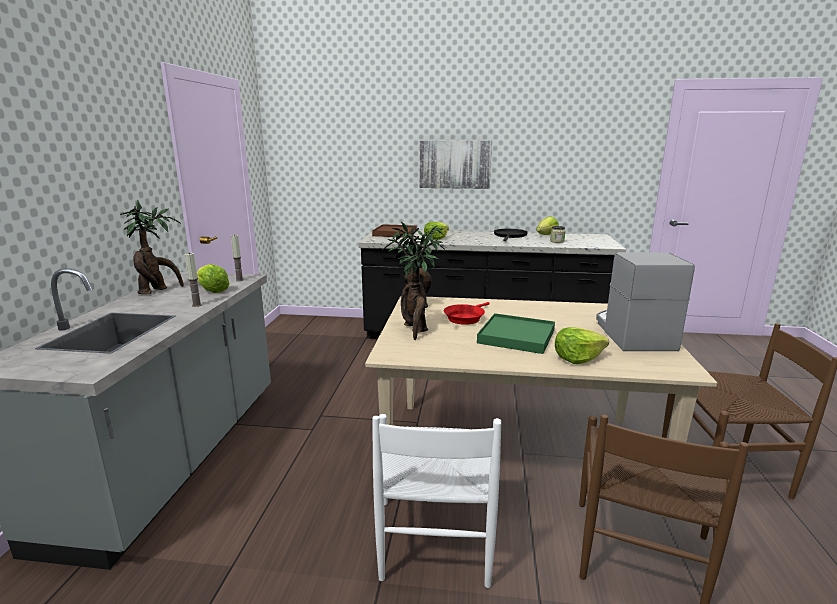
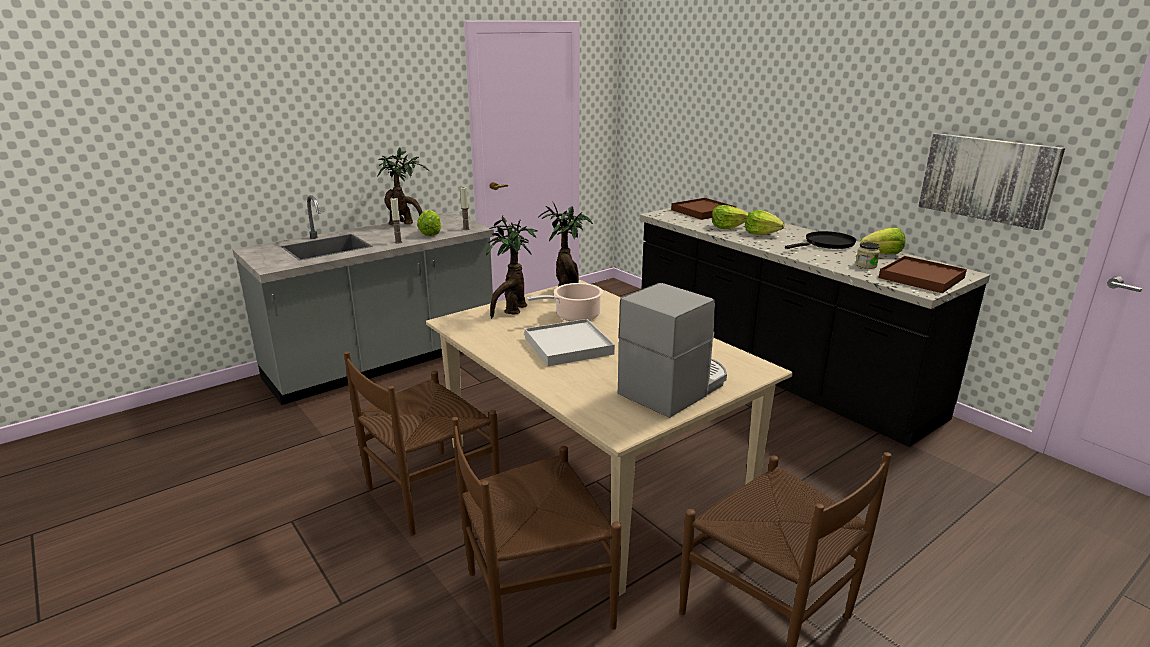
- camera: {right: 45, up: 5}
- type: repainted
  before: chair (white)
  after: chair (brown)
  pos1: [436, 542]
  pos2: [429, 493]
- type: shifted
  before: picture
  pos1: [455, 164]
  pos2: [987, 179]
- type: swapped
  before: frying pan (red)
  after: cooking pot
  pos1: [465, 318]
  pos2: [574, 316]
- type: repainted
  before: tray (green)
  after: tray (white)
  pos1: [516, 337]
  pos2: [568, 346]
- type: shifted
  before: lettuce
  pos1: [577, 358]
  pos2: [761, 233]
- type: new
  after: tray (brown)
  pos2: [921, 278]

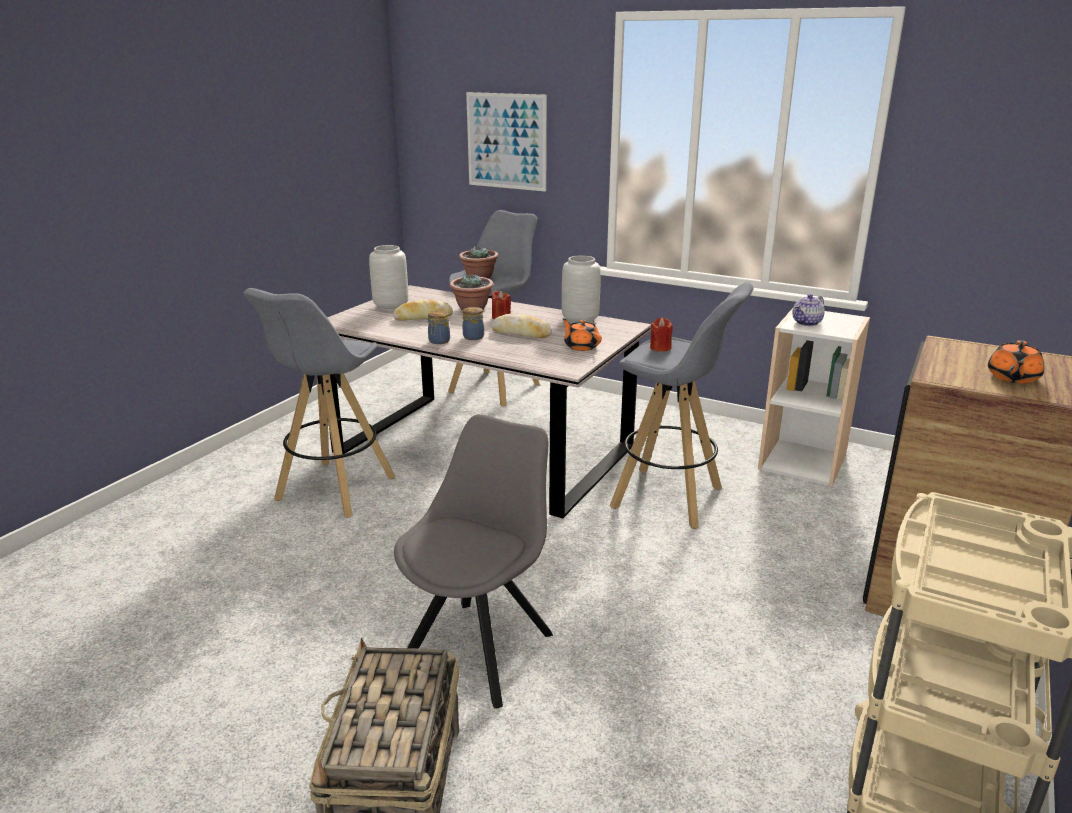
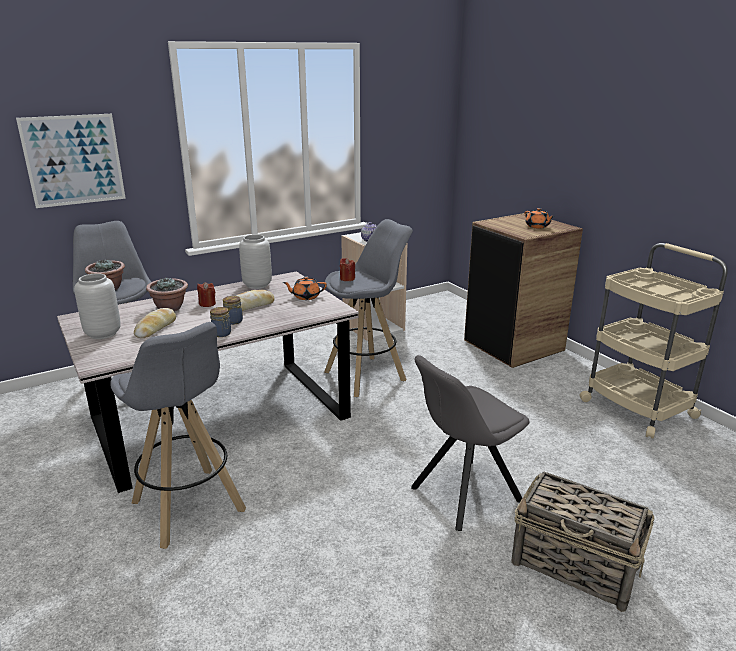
- camera: {right: -60, up: 0}
- type: rotated
  before: chair (grey)
  pos1: [479, 650]
  pos2: [464, 494]
  turn: -90

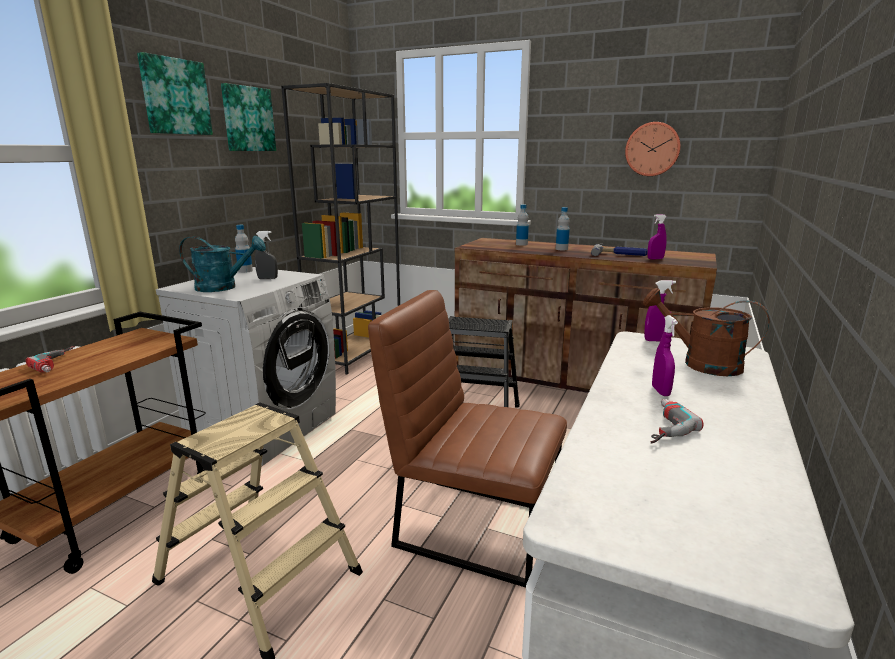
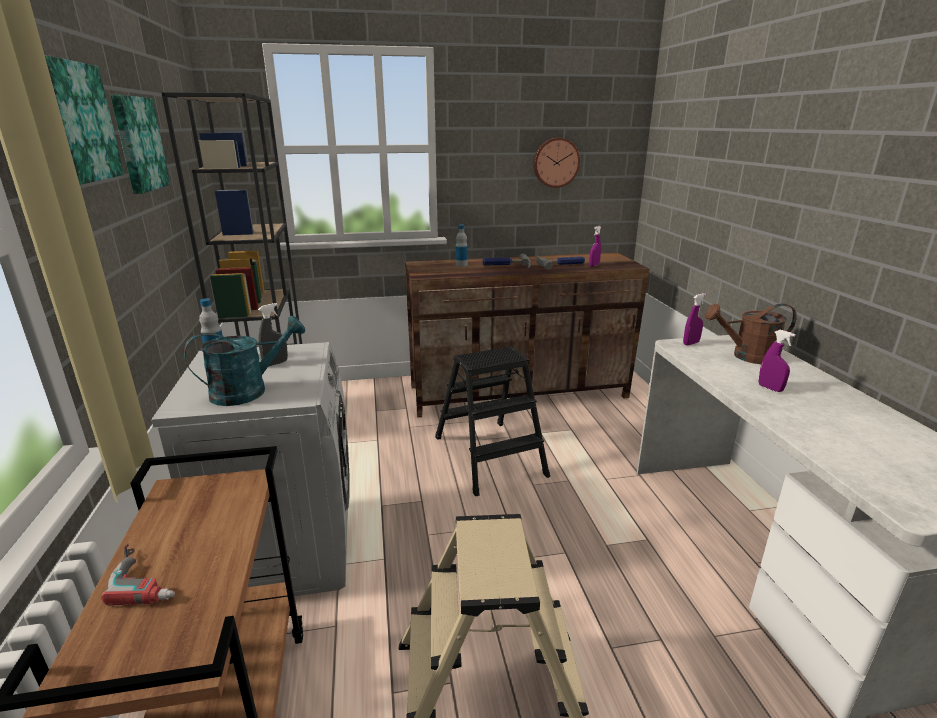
- camera: {right: -35, up: 5}
- type: gone
  before: chair (brown)
  pos1: [473, 526]
- type: swapped
  before: bottle
  after: hammer
  pos1: [561, 249]
  pos2: [506, 265]
- type: gone
  before: power drill
  pos1: [658, 426]

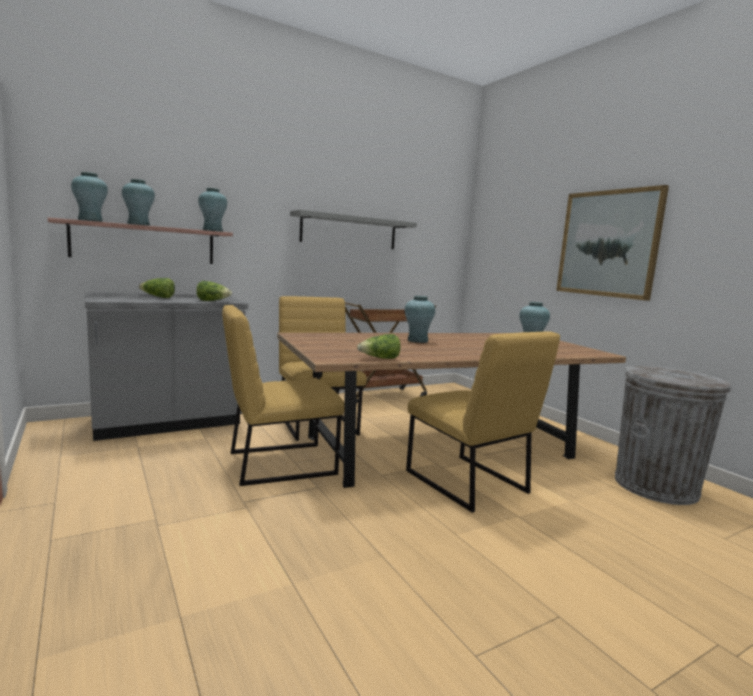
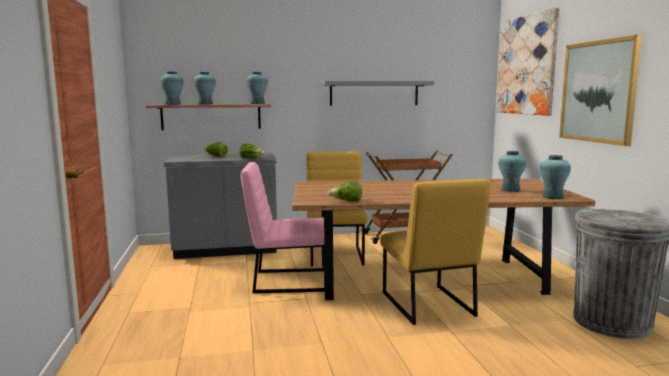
- camera: {right: 20, up: 0}
- type: repainted
  before: chair (yellow)
  after: chair (pink)
  pos1: [278, 463]
  pos2: [288, 281]
- type: shifted
  before: vase (turquoise)
  pos1: [417, 341]
  pos2: [553, 197]
- type: new
  after: picture
  pos2: [526, 65]

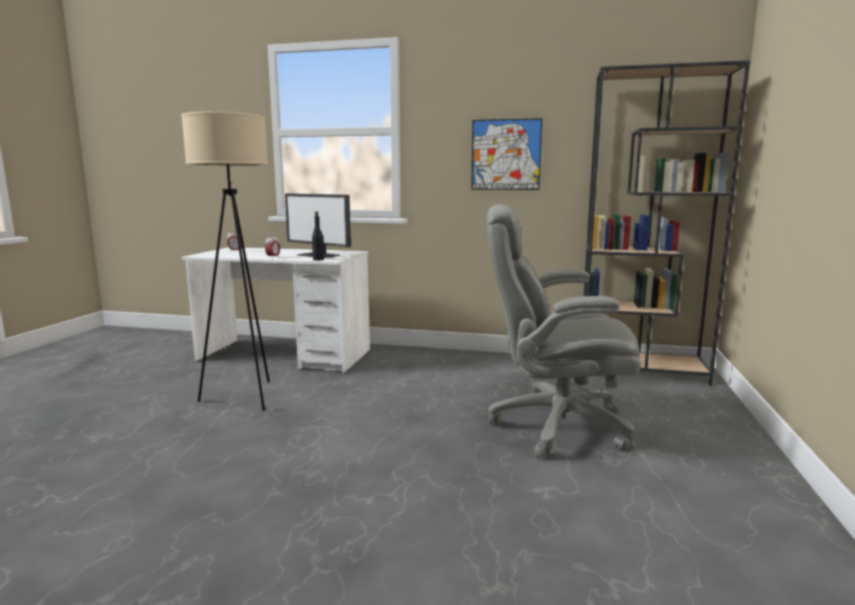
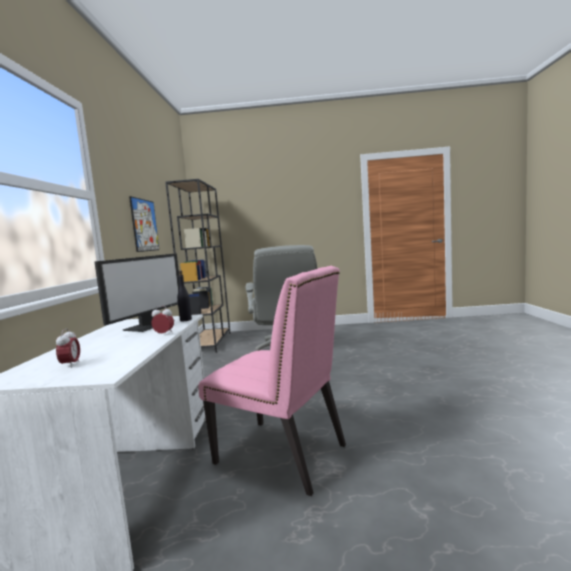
- camera: {right: -100, up: -5}
- type: swapped
  before: floor lamp (beige)
  after: chair (pink)
  pos1: [245, 397]
  pos2: [279, 454]

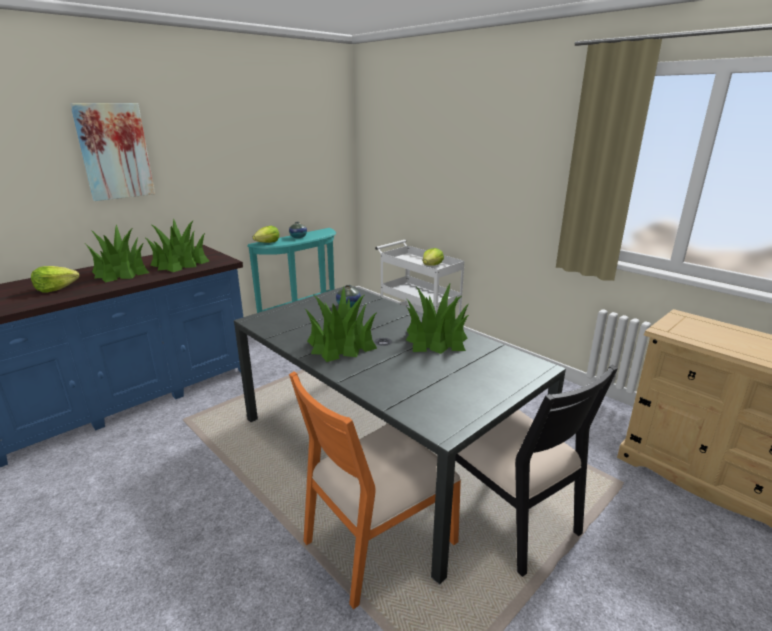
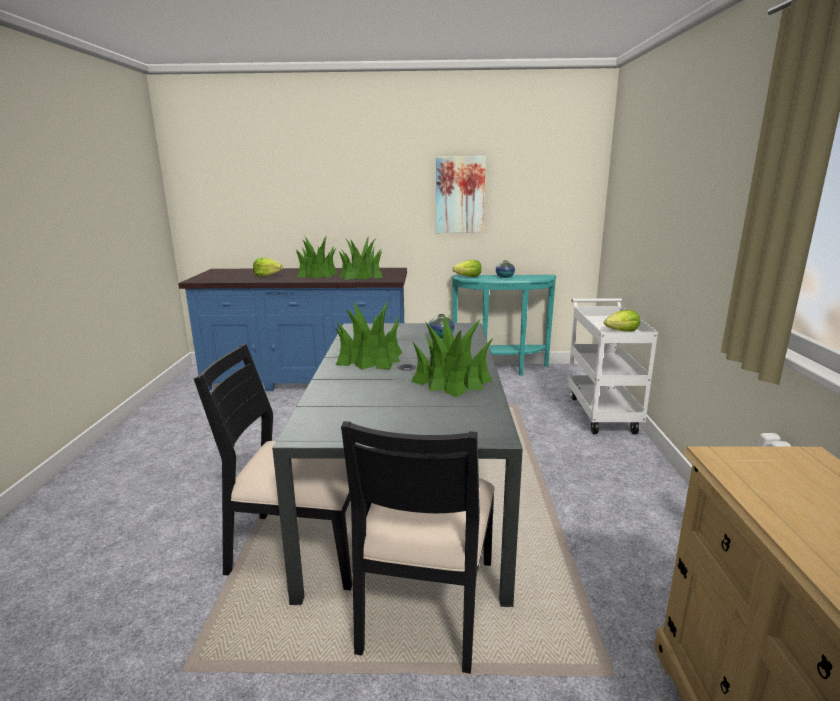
- camera: {right: 45, up: -5}
- type: shifted
  before: picture
  pos1: [114, 151]
  pos2: [460, 195]
- type: repainted
  before: chair (orange)
  after: chair (black)
  pos1: [377, 541]
  pos2: [301, 547]

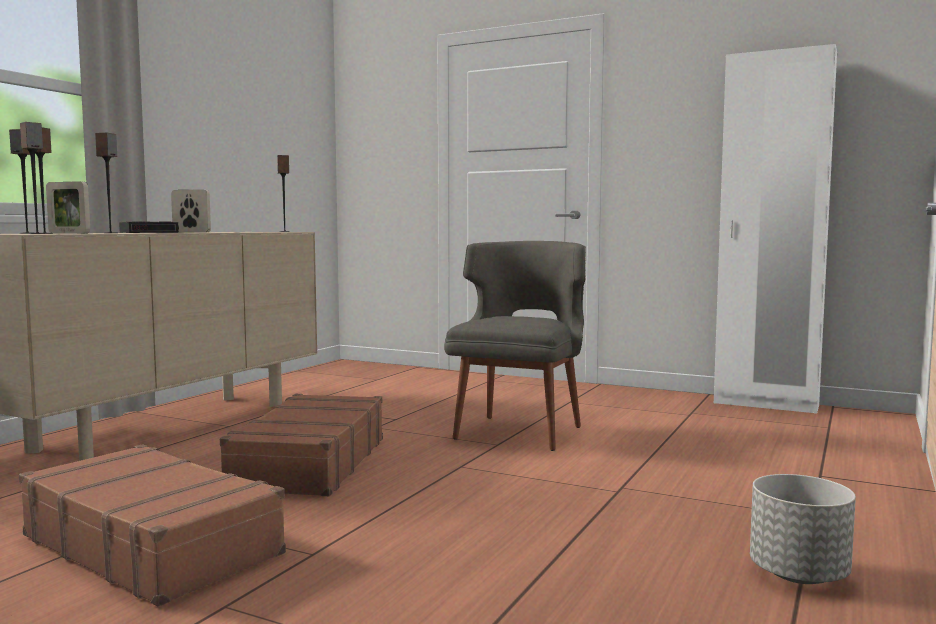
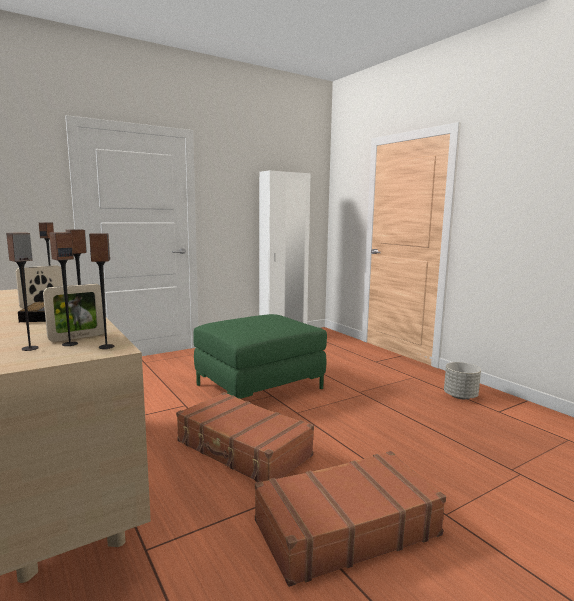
- camera: {right: -60, up: 5}
- type: swapped
  before: chair (grey)
  after: ottoman (green)
  pos1: [518, 433]
  pos2: [259, 386]

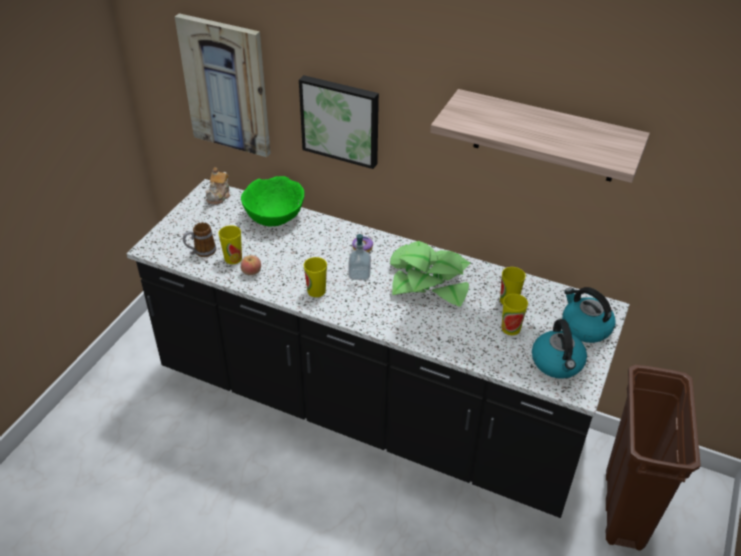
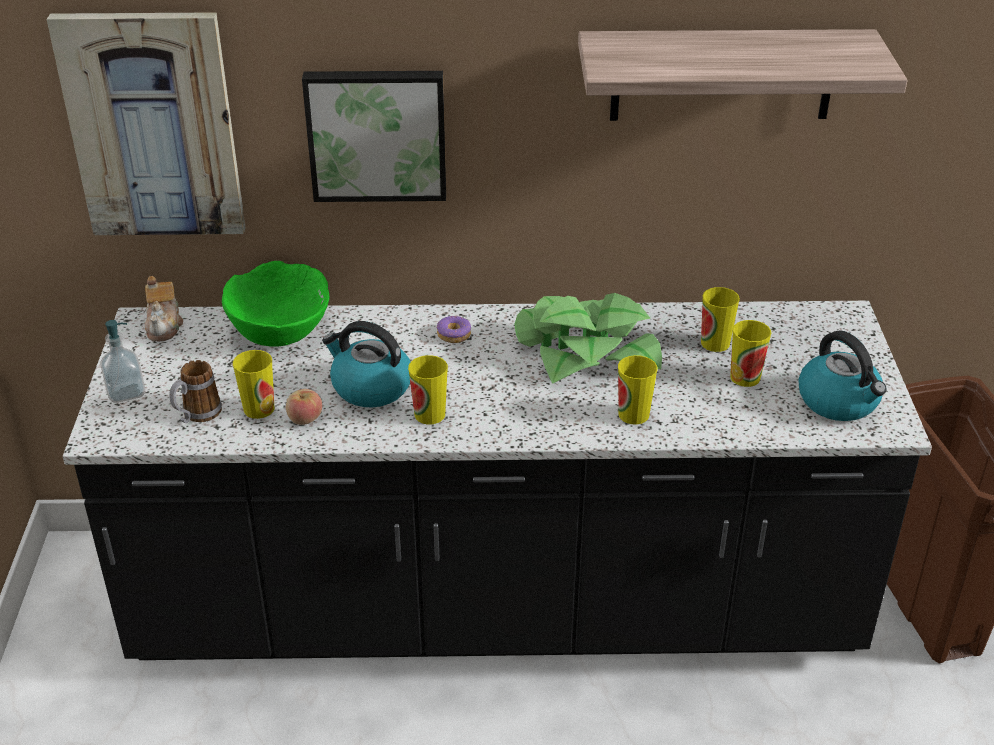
- camera: {right: -25, up: -5}
- type: shifted
  before: soap dispenser
  pos1: [359, 274]
  pos2: [126, 392]
- type: shifted
  before: kettle
  pos1: [585, 327]
  pos2: [370, 387]
- type: new
  after: cup
  pos2: [633, 414]

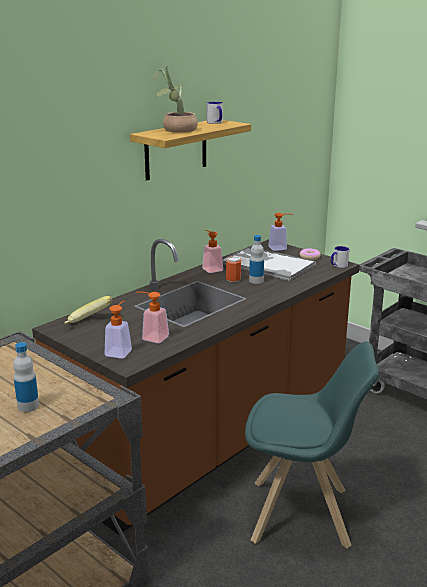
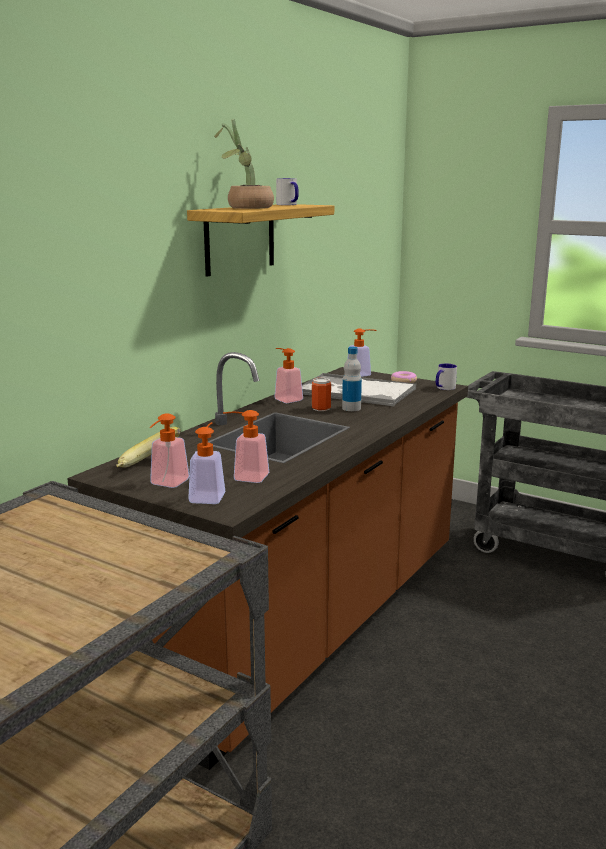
- camera: {right: -10, up: -5}
- type: gone
  before: bottle
  pos1: [28, 406]
- type: gone
  before: chair (turquoise)
  pos1: [301, 514]
- type: new
  after: soap dispenser
  pos2: [166, 484]

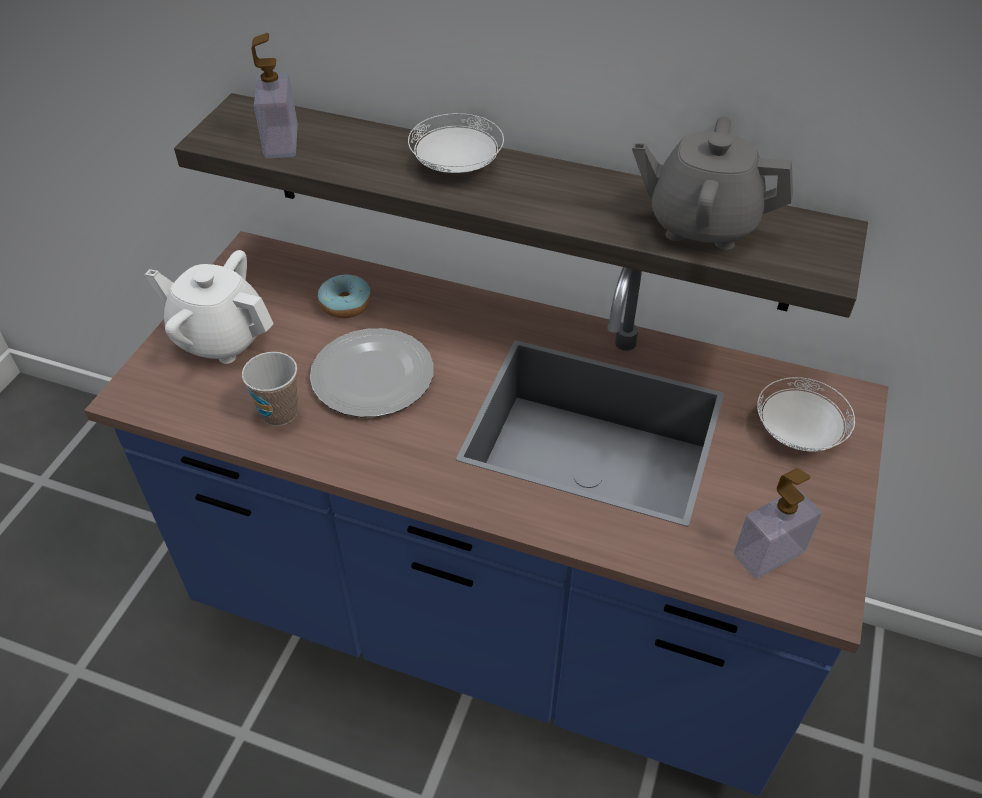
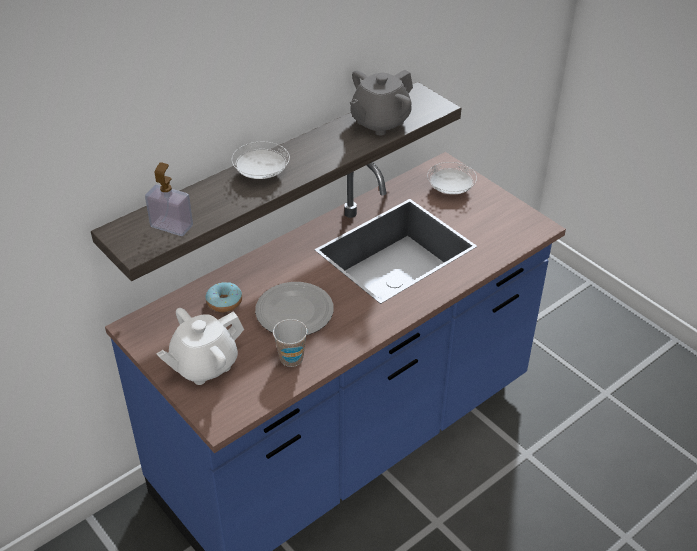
- camera: {right: -60, up: -5}
- type: gone
  before: soap dispenser
  pos1: [768, 553]

